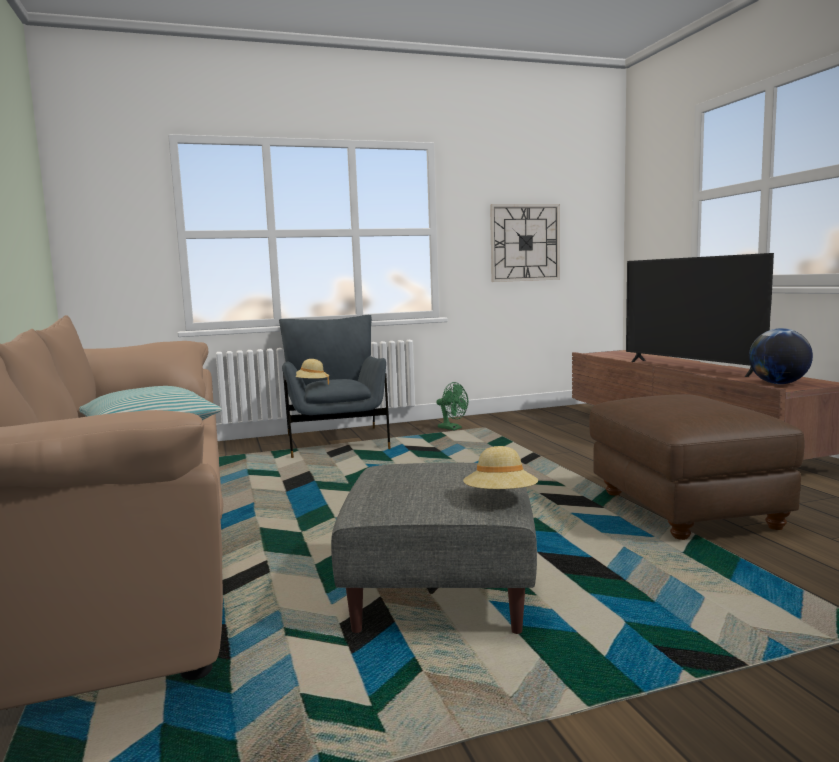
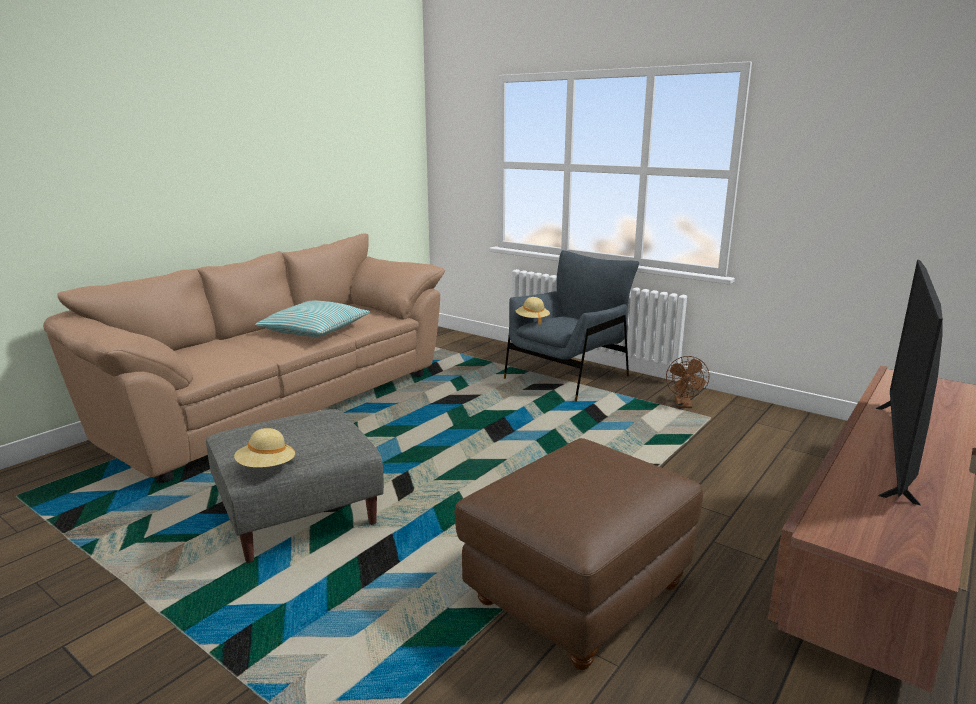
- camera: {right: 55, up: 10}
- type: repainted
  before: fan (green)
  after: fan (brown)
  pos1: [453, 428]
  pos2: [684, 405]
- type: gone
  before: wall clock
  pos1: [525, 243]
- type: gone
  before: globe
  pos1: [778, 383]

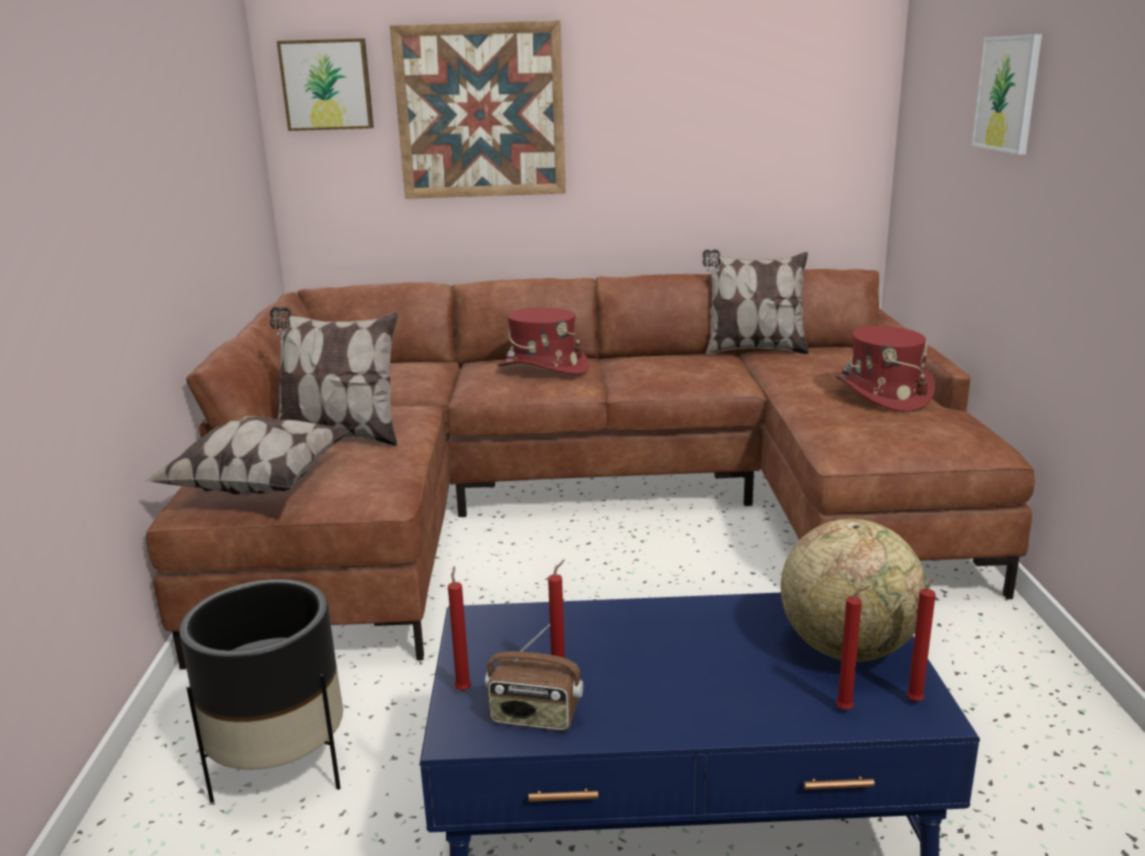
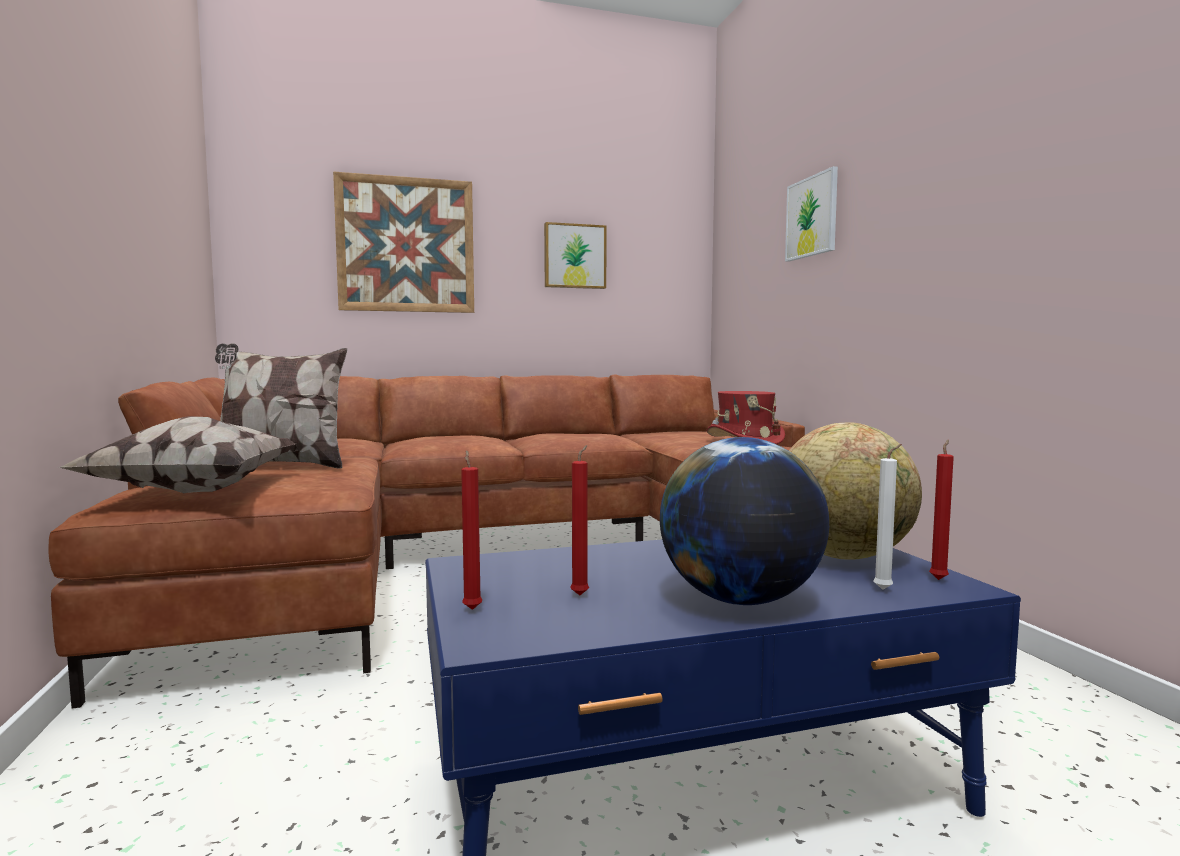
- camera: {right: -15, up: -15}
- type: gone
  before: planter (black)
  pos1: [282, 770]
- type: shifted
  before: picture
  pos1: [327, 85]
  pos2: [574, 256]
- type: gone
  before: radio
  pos1: [534, 717]
- type: gone
  before: hat (red)
  pos1: [543, 368]
- type: gone
  before: pillow
  pos1: [753, 350]
- type: repainted
  before: candle (red)
  after: candle (white)
  pos1: [847, 710]
  pos2: [885, 589]
- type: new
  after: globe
  pos2: [739, 600]

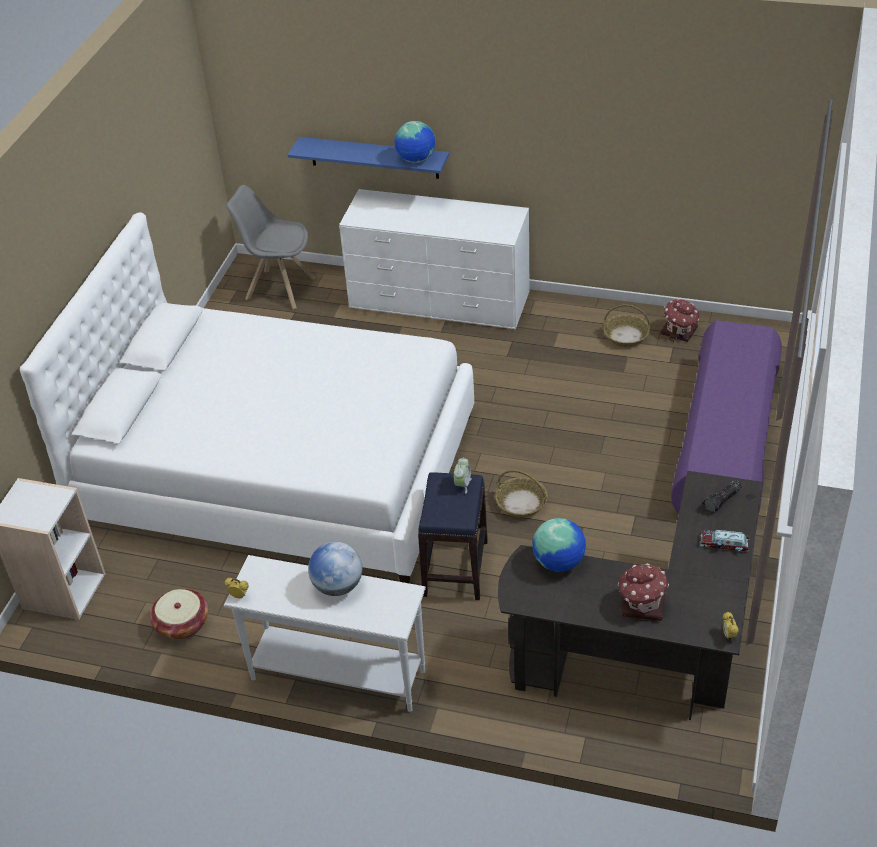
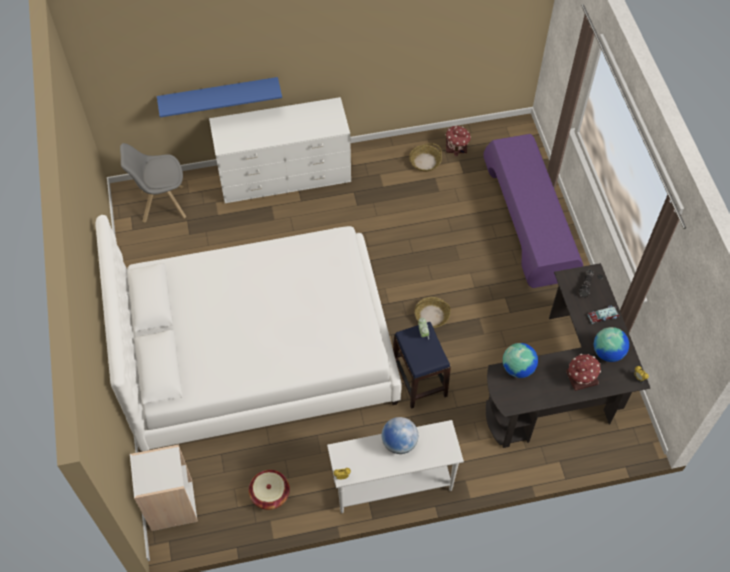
- camera: {right: -30, up: 15}
- type: shifted
  before: globe
  pos1: [416, 159]
  pos2: [608, 353]

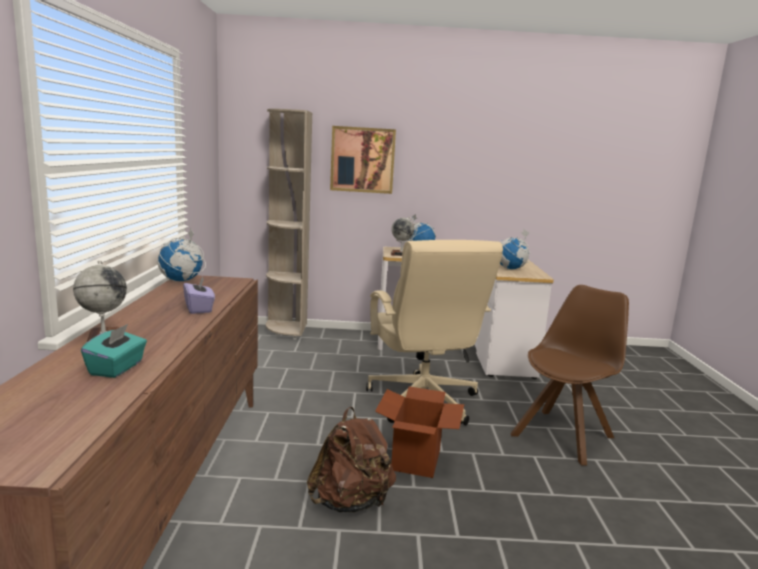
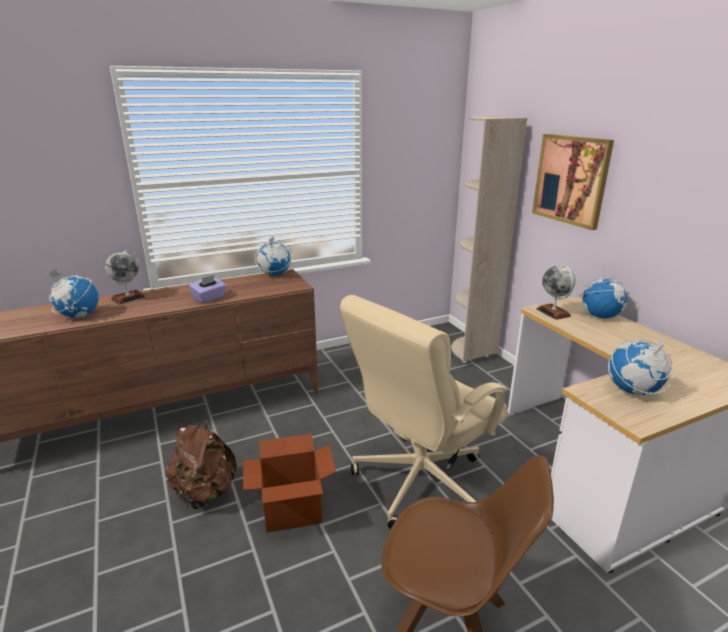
- camera: {right: 65, up: 10}
- type: swapped
  before: tissue box (turquoise)
  after: globe
  pos1: [117, 368]
  pos2: [79, 316]

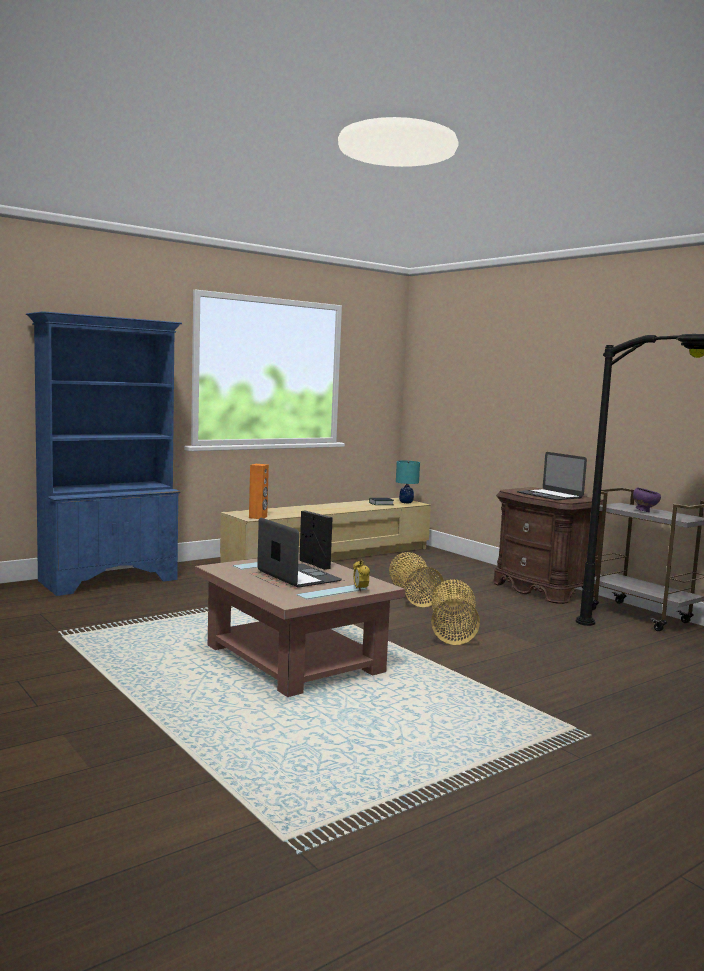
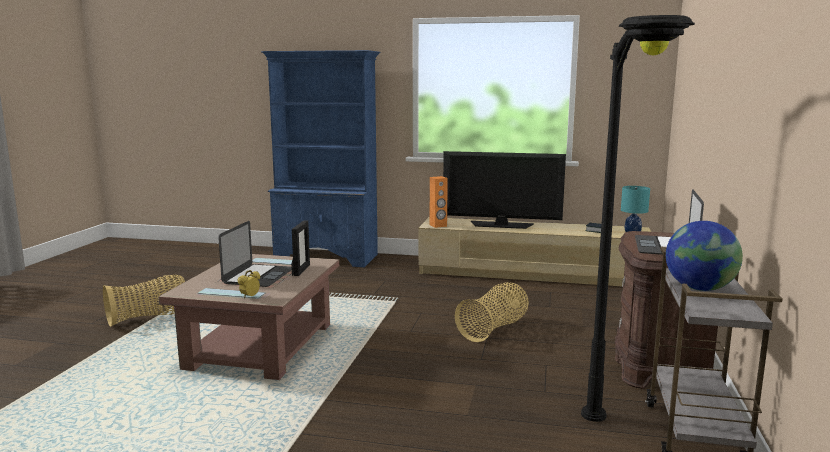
- camera: {right: 50, up: 5}
- type: shifted
  before: basket
  pos1: [453, 630]
  pos2: [149, 317]
- type: swapped
  before: bowl (purple)
  after: globe
  pos1: [644, 511]
  pos2: [699, 289]
- type: new
  after: television
  pos2: [501, 225]

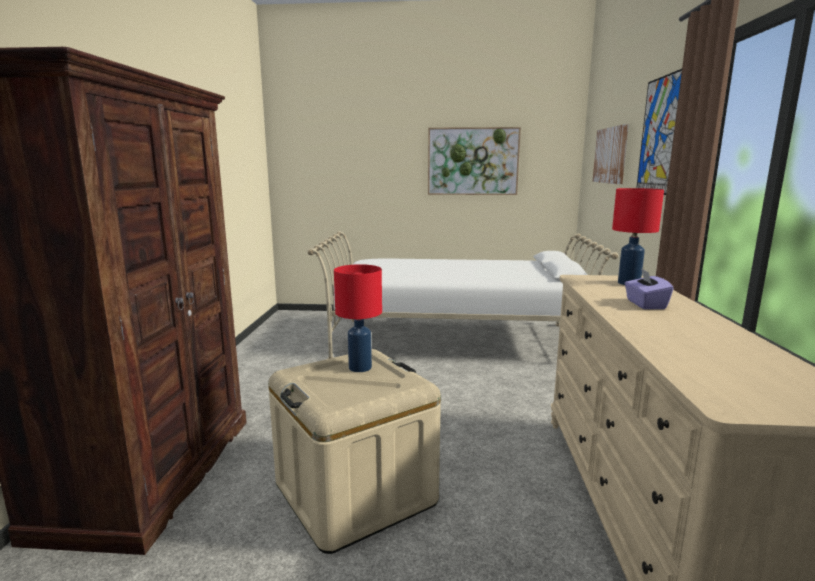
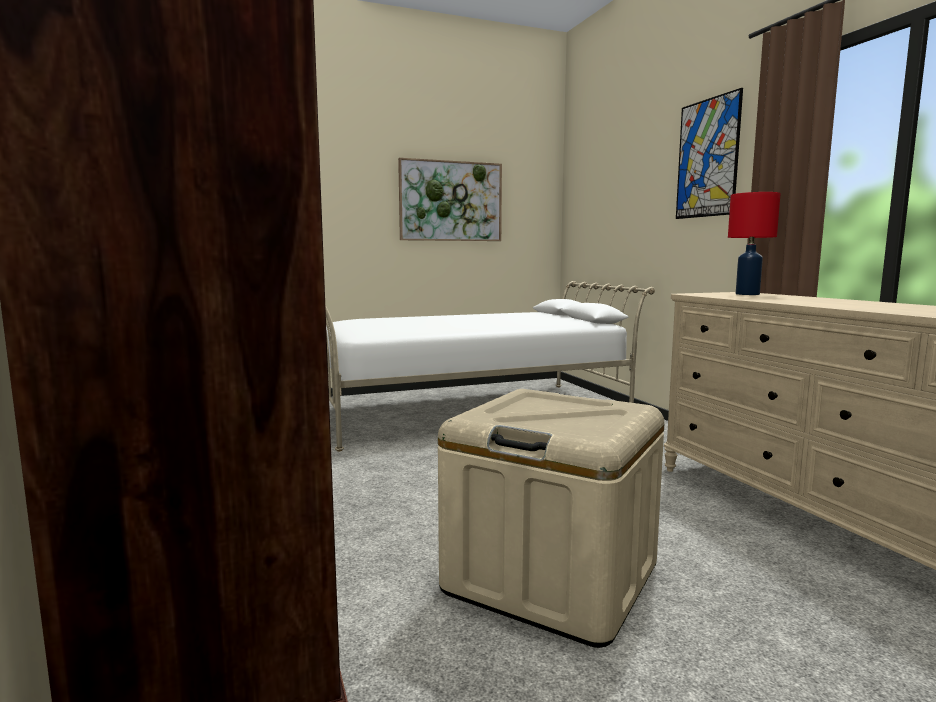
- camera: {right: -25, up: -5}
- type: gone
  before: table lamp (red)
  pos1: [360, 368]
- type: gone
  before: picture
  pos1: [611, 155]
- type: gone
  before: tissue box (purple)
  pos1: [645, 304]

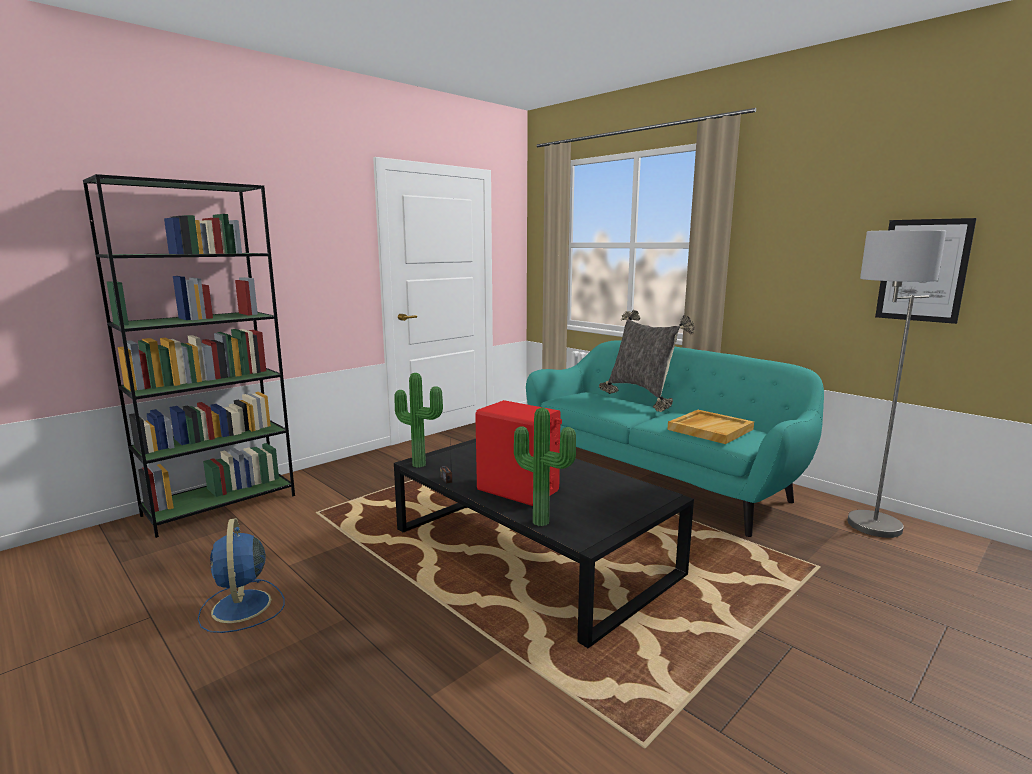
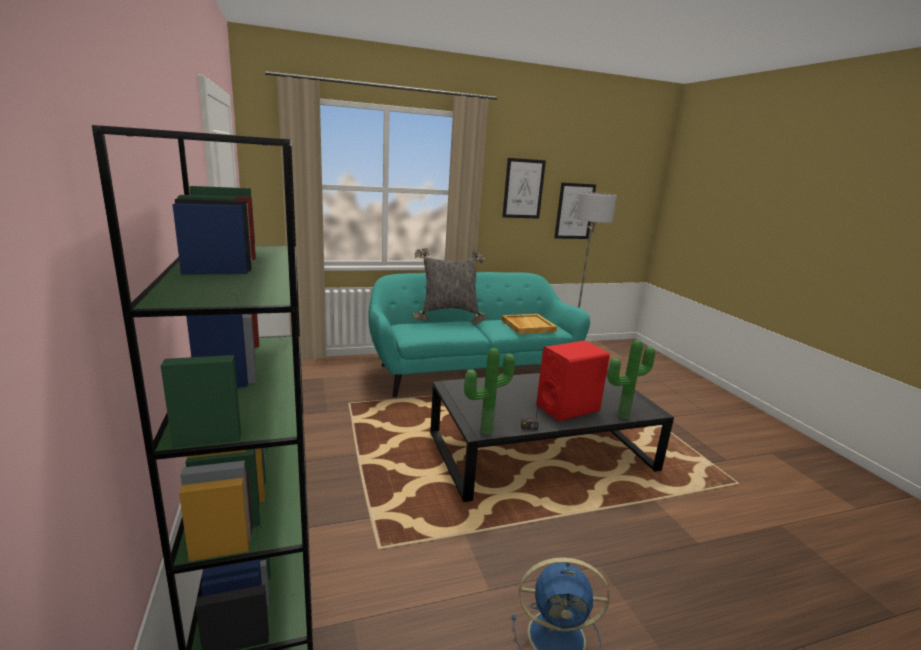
- camera: {right: -65, up: 5}
- type: new
  after: picture
  pos2: [523, 189]

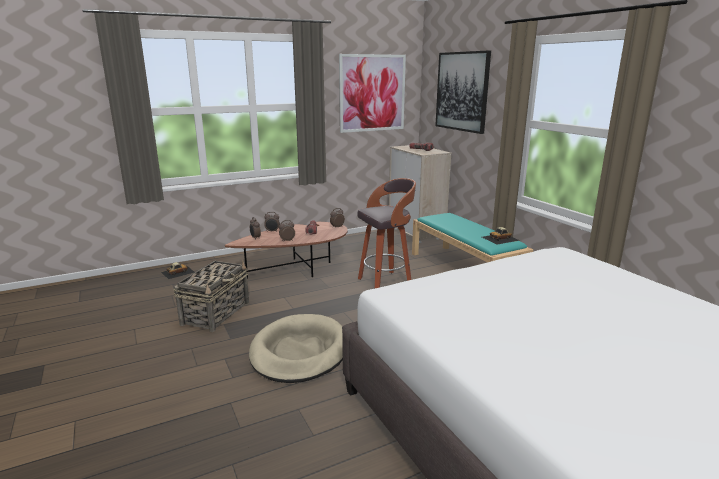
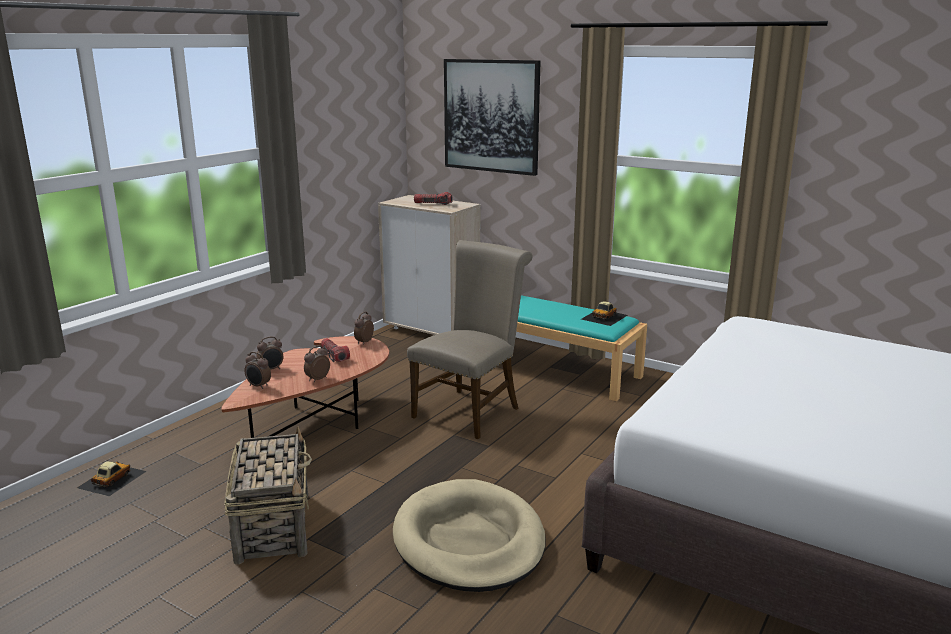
- camera: {right: -30, up: 0}
- type: gone
  before: picture
  pos1: [372, 93]
- type: swapped
  before: stool
  after: chair (beige)
  pos1: [386, 282]
  pos2: [470, 410]

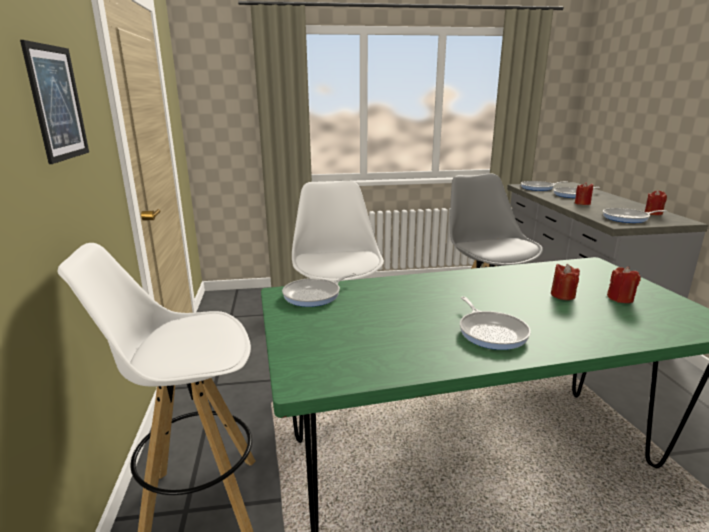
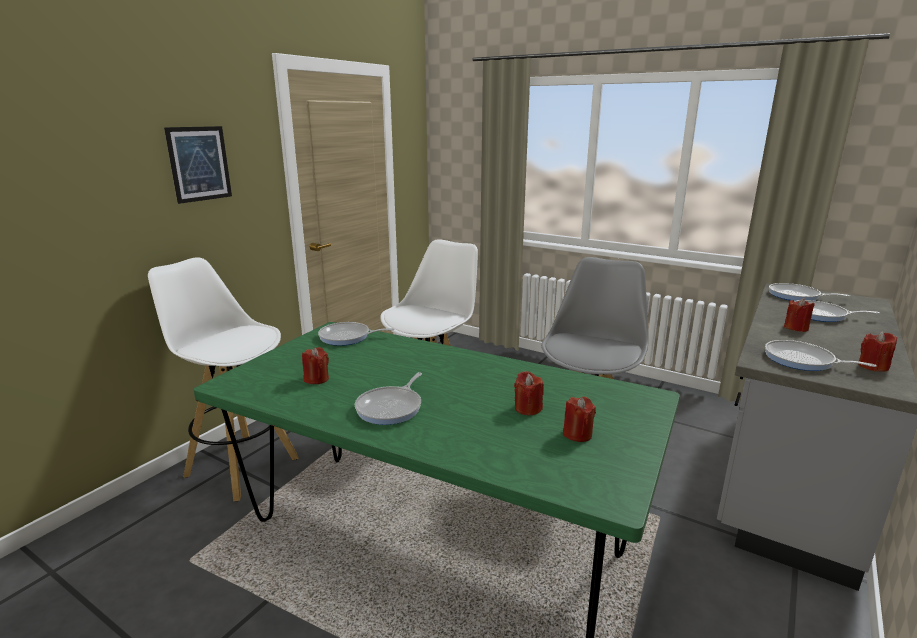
- camera: {right: 40, up: 0}
- type: new
  after: candle (red)
  pos2: [316, 379]

